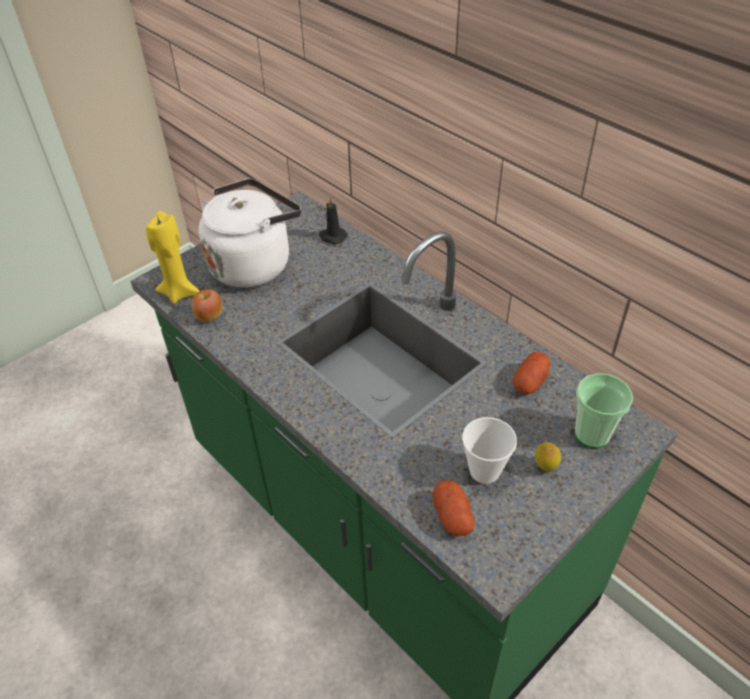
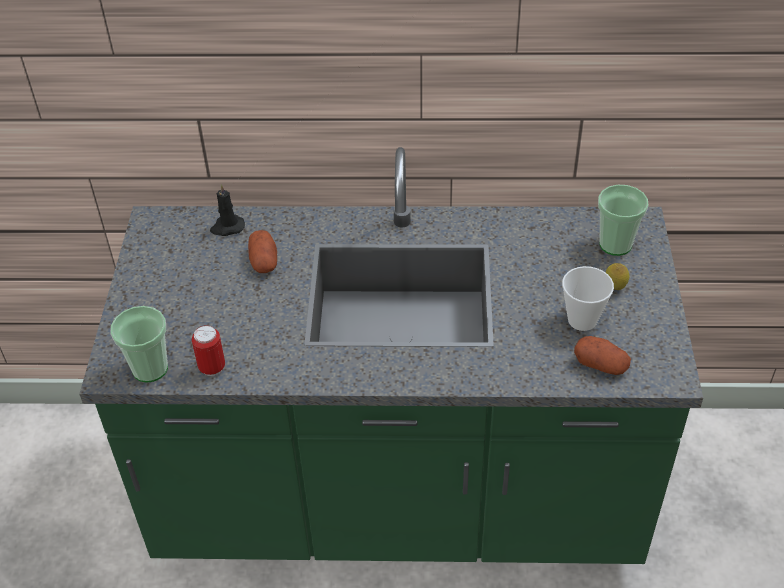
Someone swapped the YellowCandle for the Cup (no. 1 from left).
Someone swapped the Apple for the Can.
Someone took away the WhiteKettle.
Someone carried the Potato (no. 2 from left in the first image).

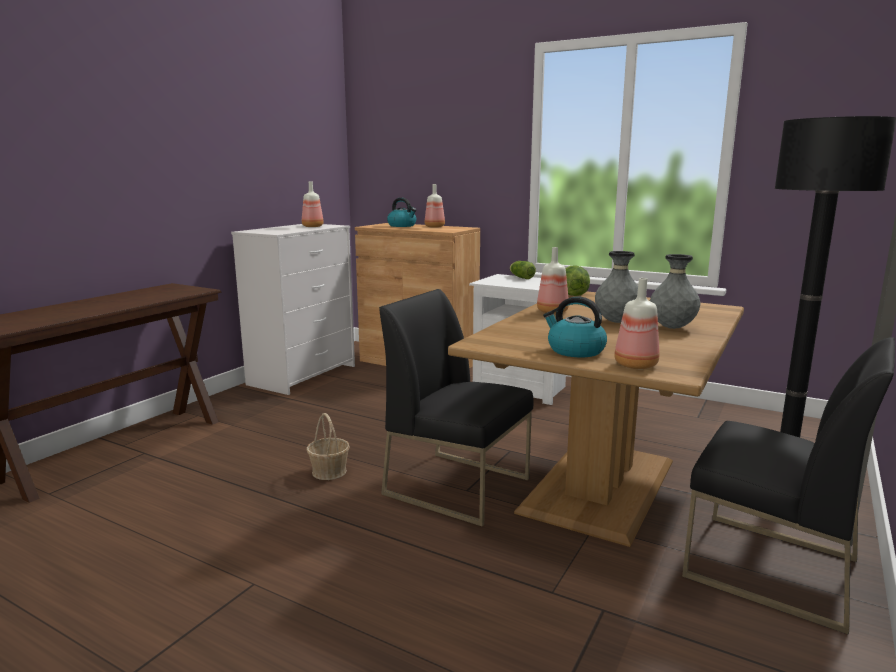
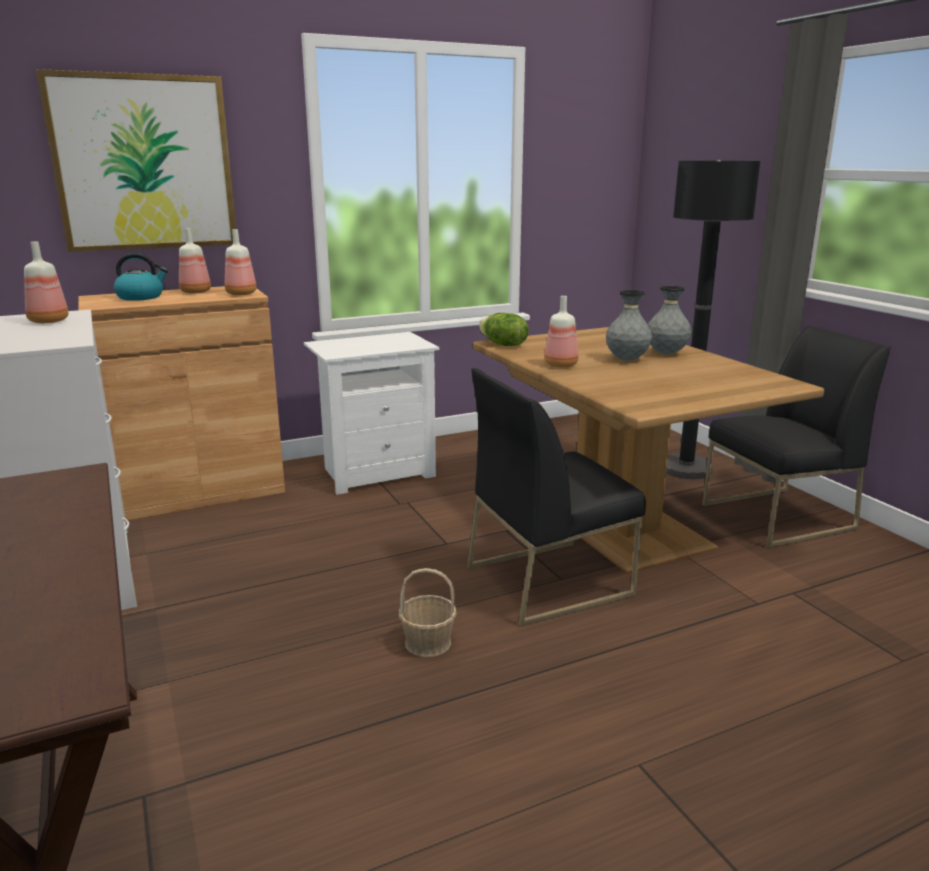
Someone took away the Lettuce (no. 1 from left).
Someone took away the Kettle (no. 2 from left).
Someone carried the Bottle (no. 4 from left in the first image).
Someone put up the Picture.

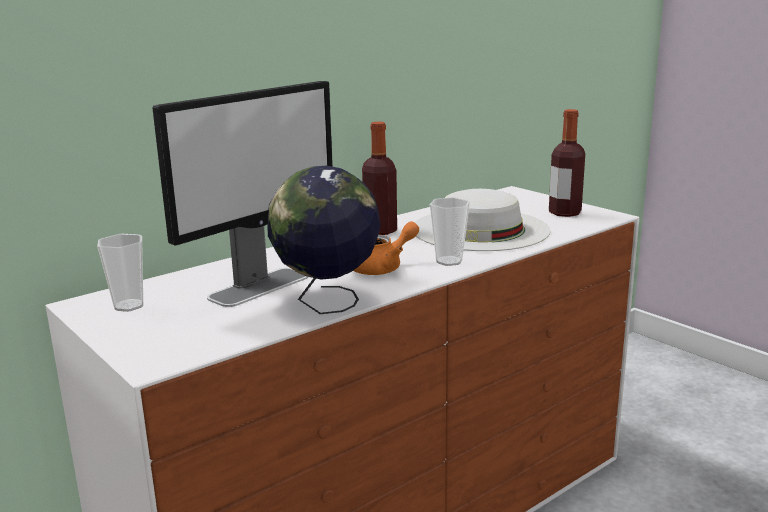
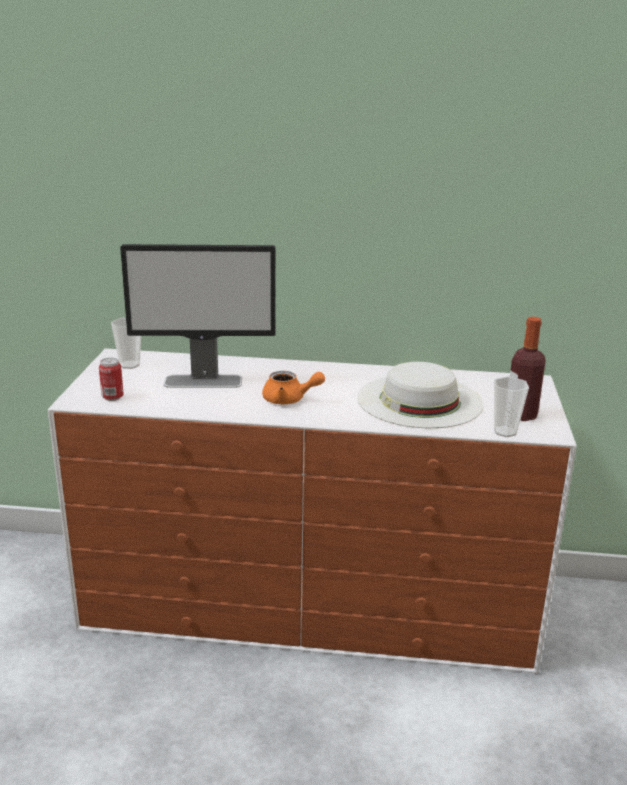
Someone took away the Globe.
Someone took away the Bottle (no. 1 from left).
Someone carried the Cup (no. 2 from left).
Someone put down the Can.

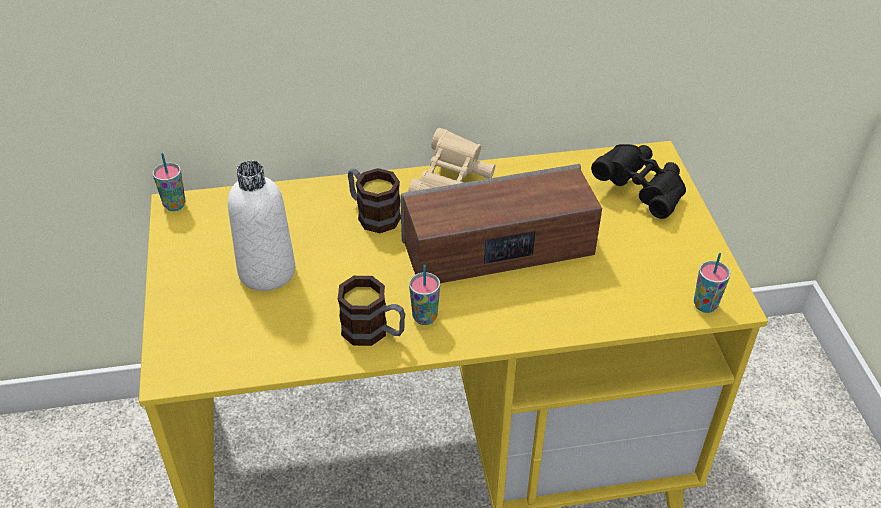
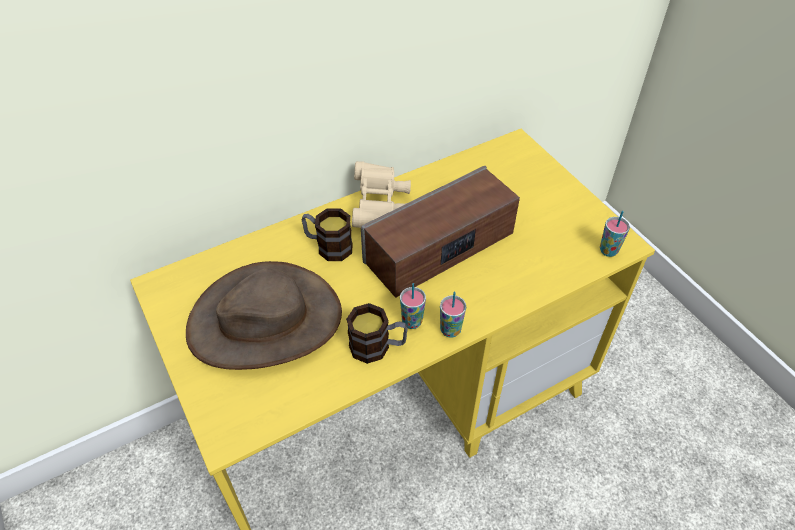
Someone carried the Cup (no. 1 from left in the first image).
Someone swapped the WhiteBottle for the BrownHat.
Someone took away the BlackBinoculars.

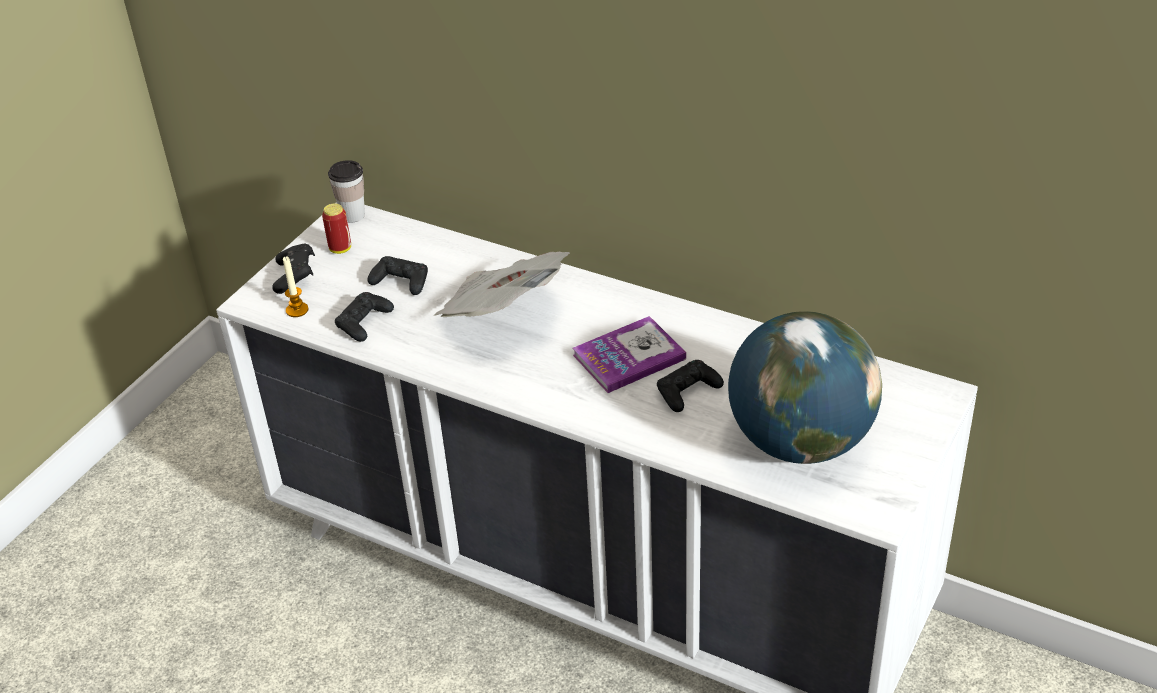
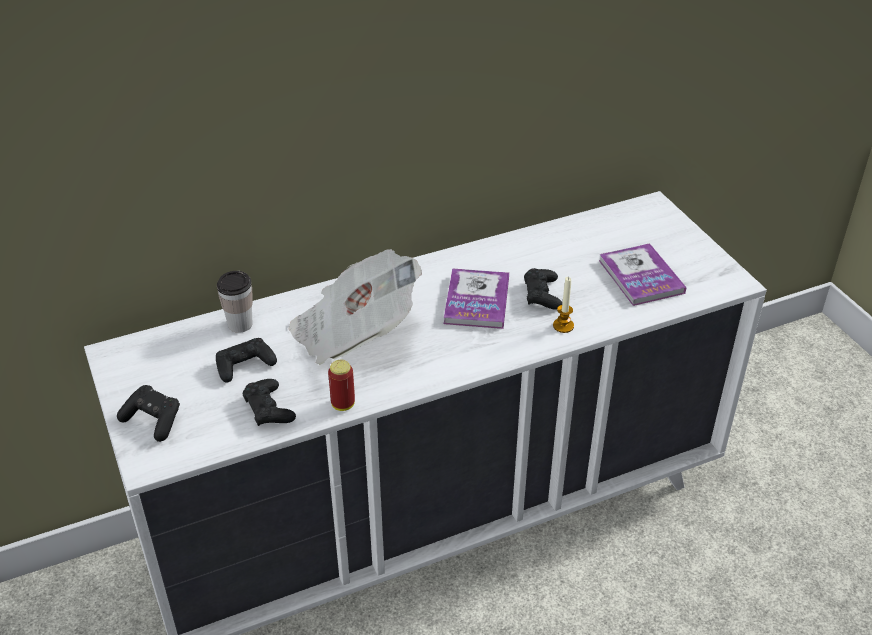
Someone carried the Candle.
Someone carried the Can.
Someone carried the Cup.
Someone swapped the Globe for the Book (no. 2 from left).

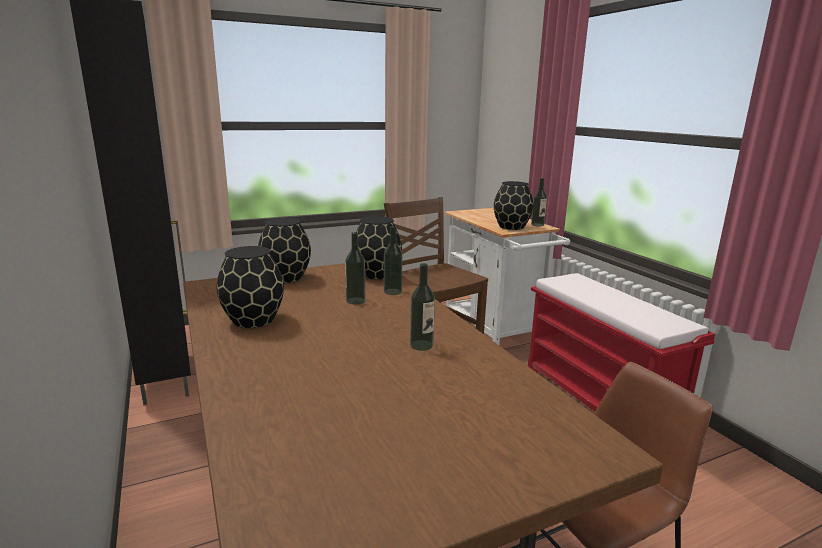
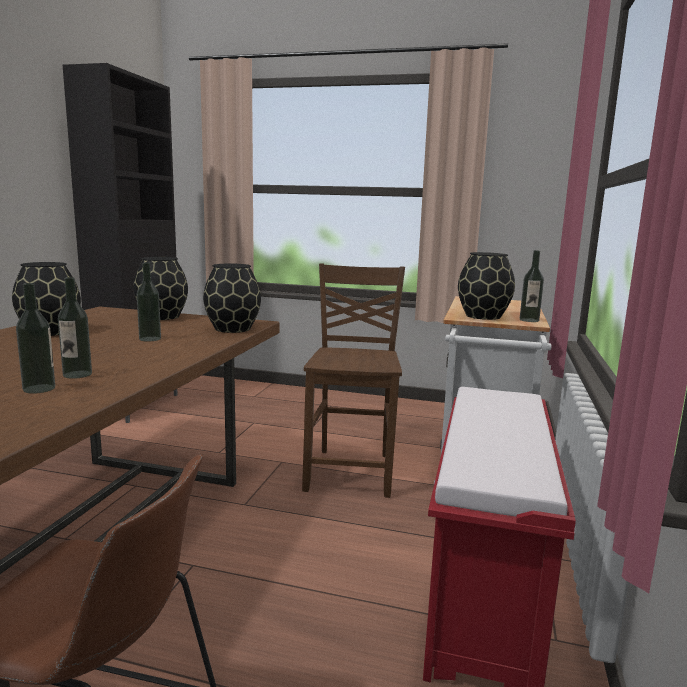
Someone carried the Bottle (no. 2 from left in the first image).

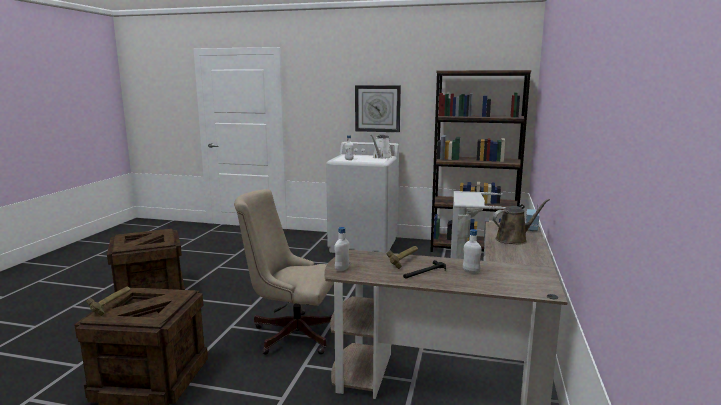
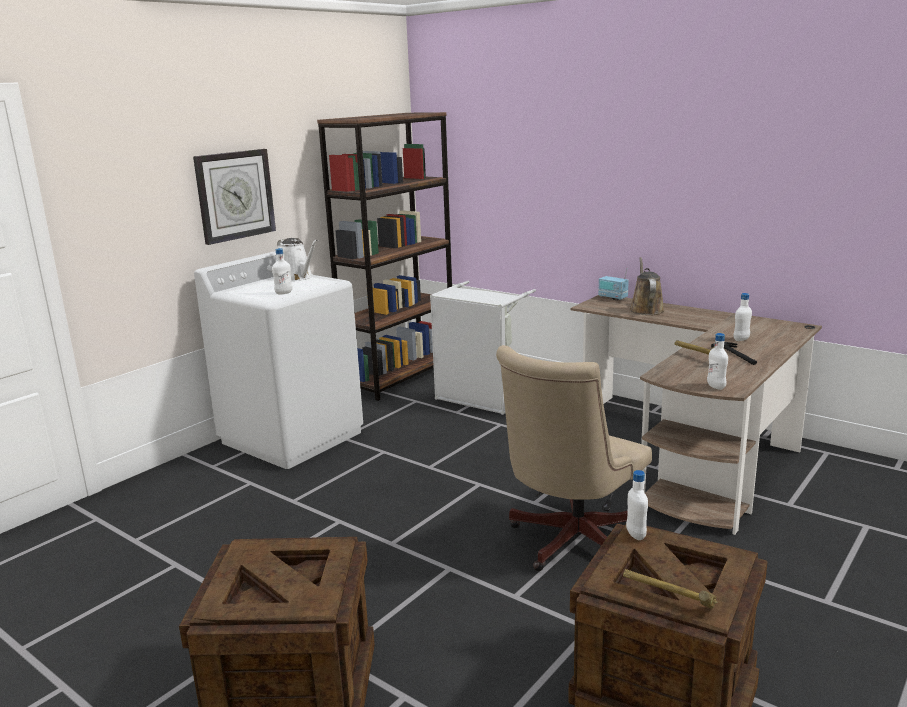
Someone put down the WhiteBottle (no. 2 from left).

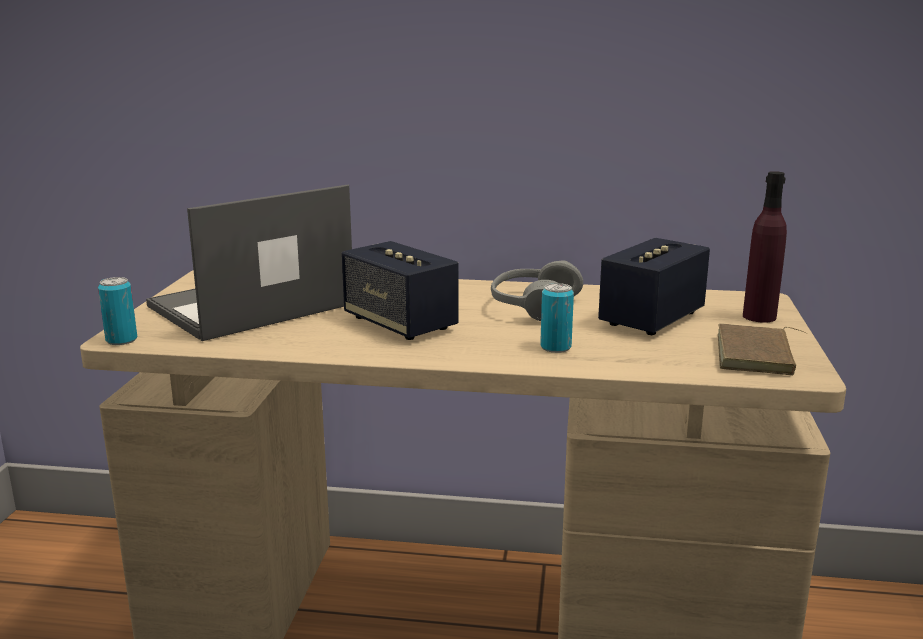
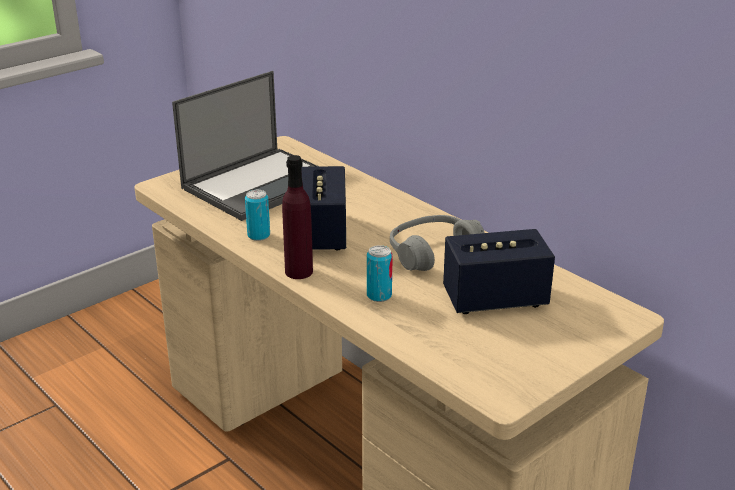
Someone carried the Can (no. 1 from left).
Someone rotated the Laptop by 135 degrees clockwise.
Someone took away the BrownBook.
Someone carried the PurpleBottle.

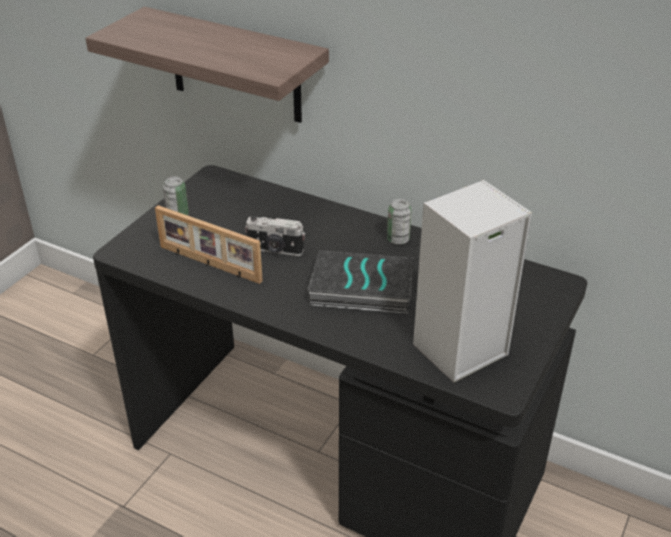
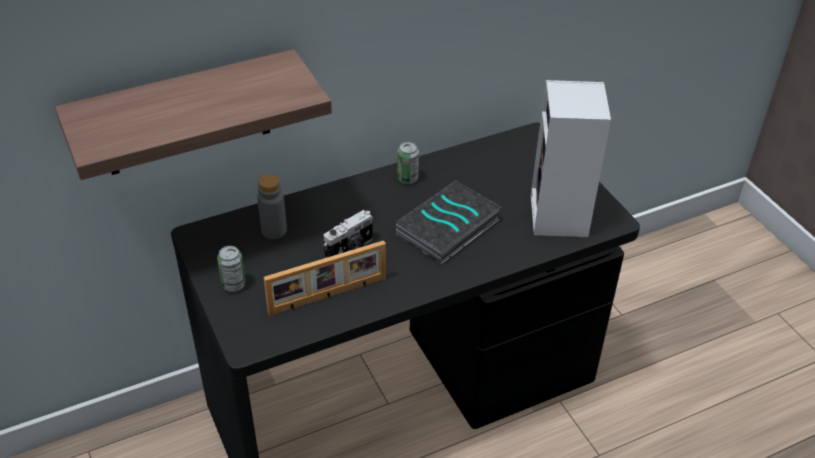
Someone put down the GreyBottle.

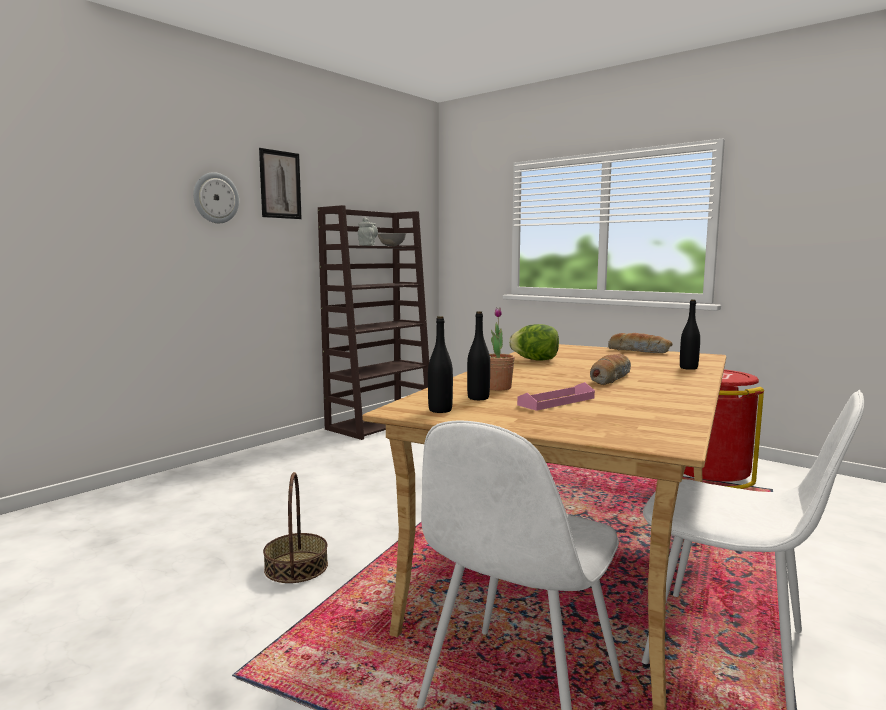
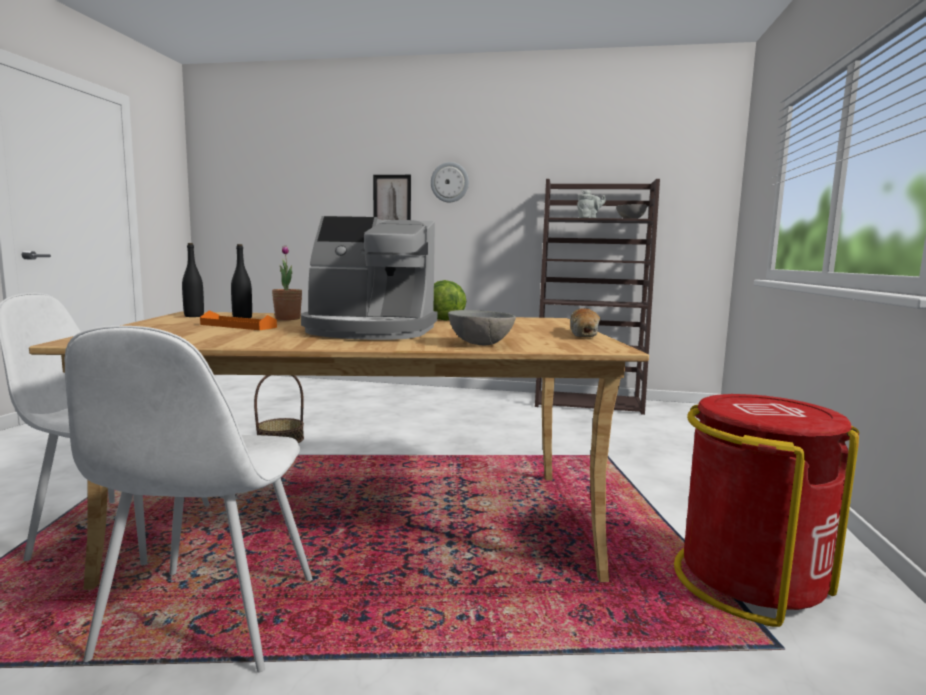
Someone carried the Picture.
Someone repainted the PinkTray, which became the OrangeTray.
Someone swapped the Bread (no. 1 from left) for the CoffeeMachine.
Someone swapped the BlackBottle (no. 3 from left) for the GreyBowl (no. 1 from left).

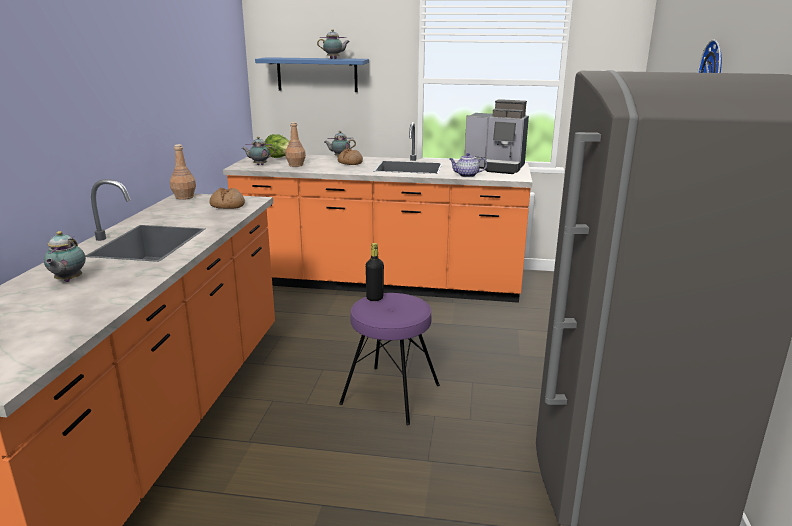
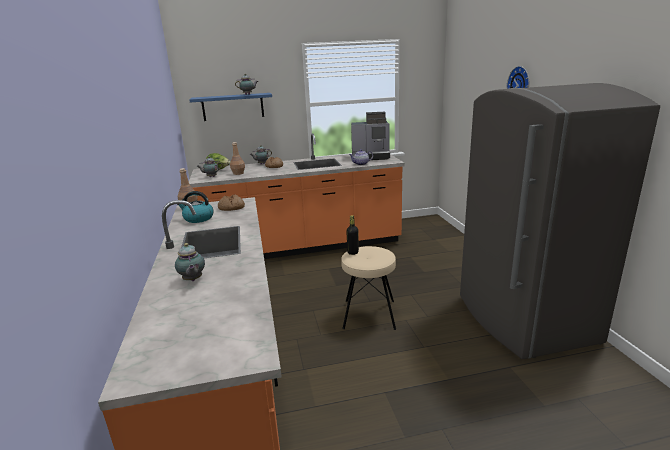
Someone repainted the PurpleStool, which became the BeigeStool.
Someone put down the Kettle.

